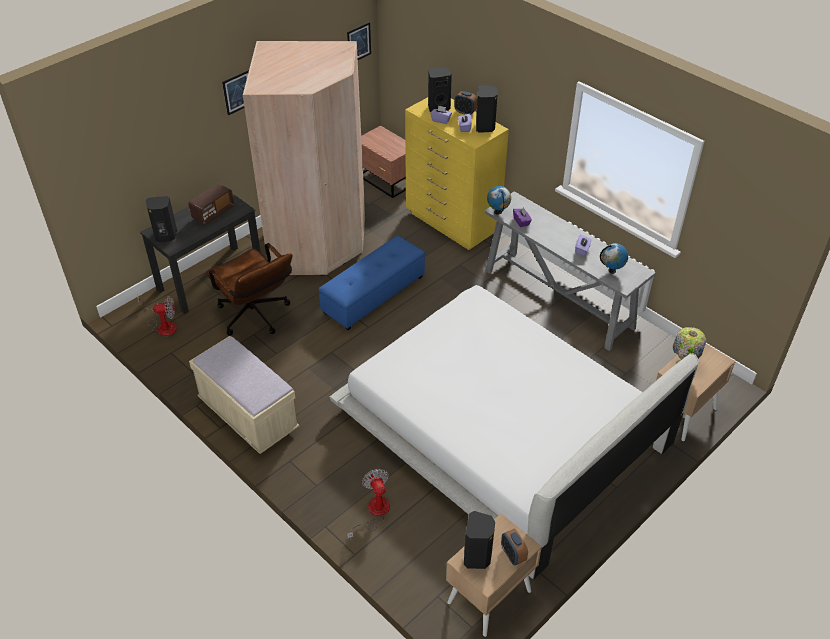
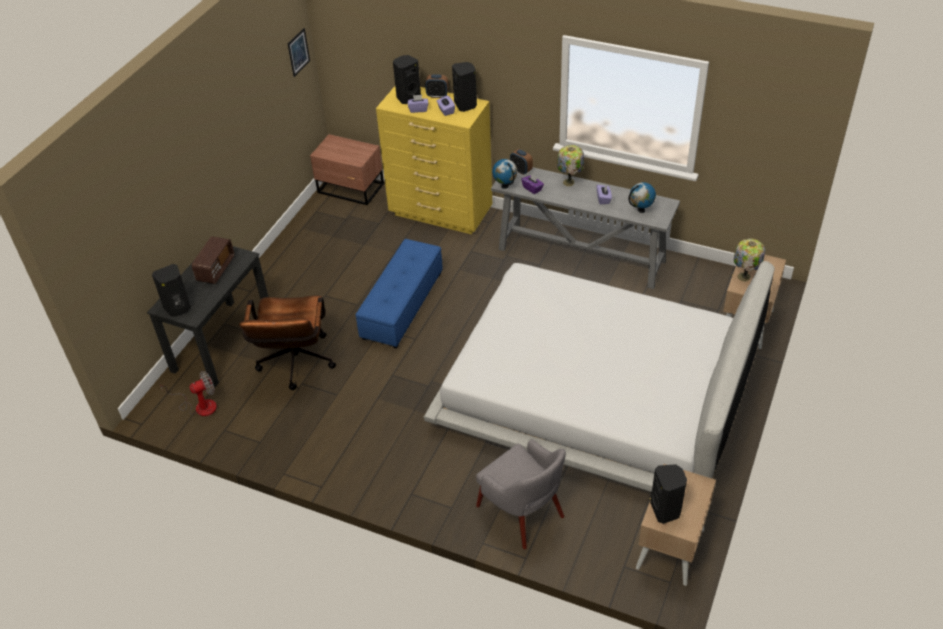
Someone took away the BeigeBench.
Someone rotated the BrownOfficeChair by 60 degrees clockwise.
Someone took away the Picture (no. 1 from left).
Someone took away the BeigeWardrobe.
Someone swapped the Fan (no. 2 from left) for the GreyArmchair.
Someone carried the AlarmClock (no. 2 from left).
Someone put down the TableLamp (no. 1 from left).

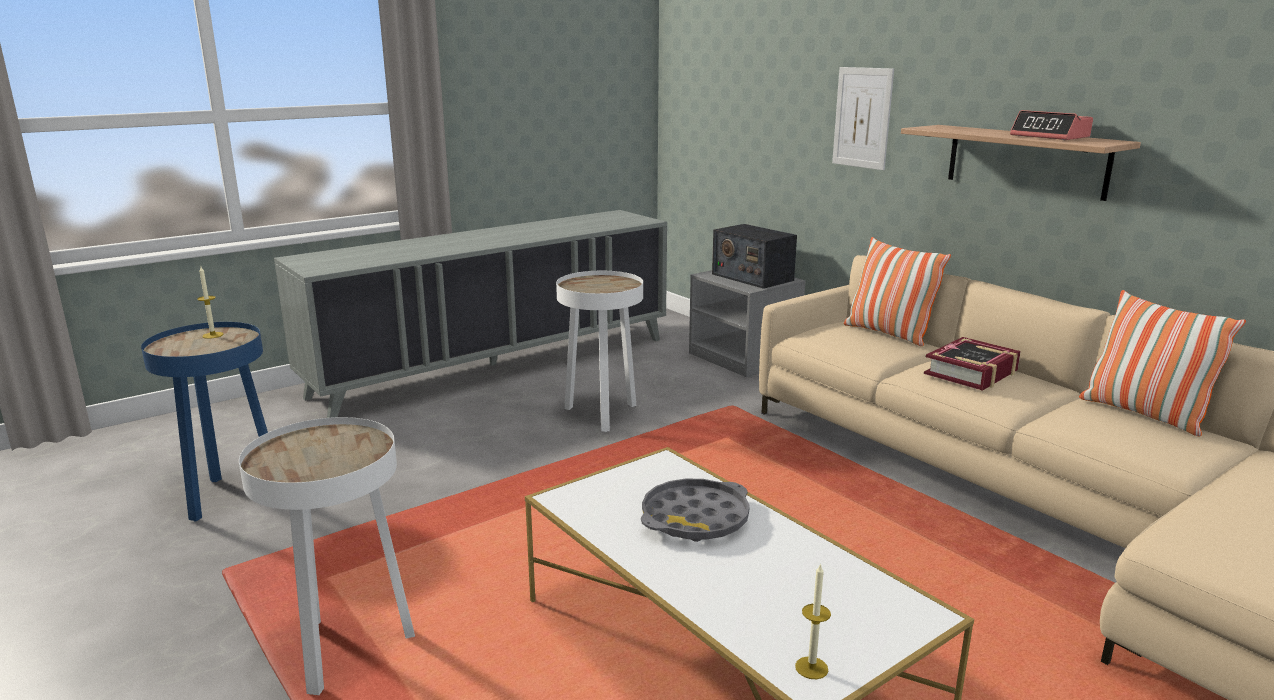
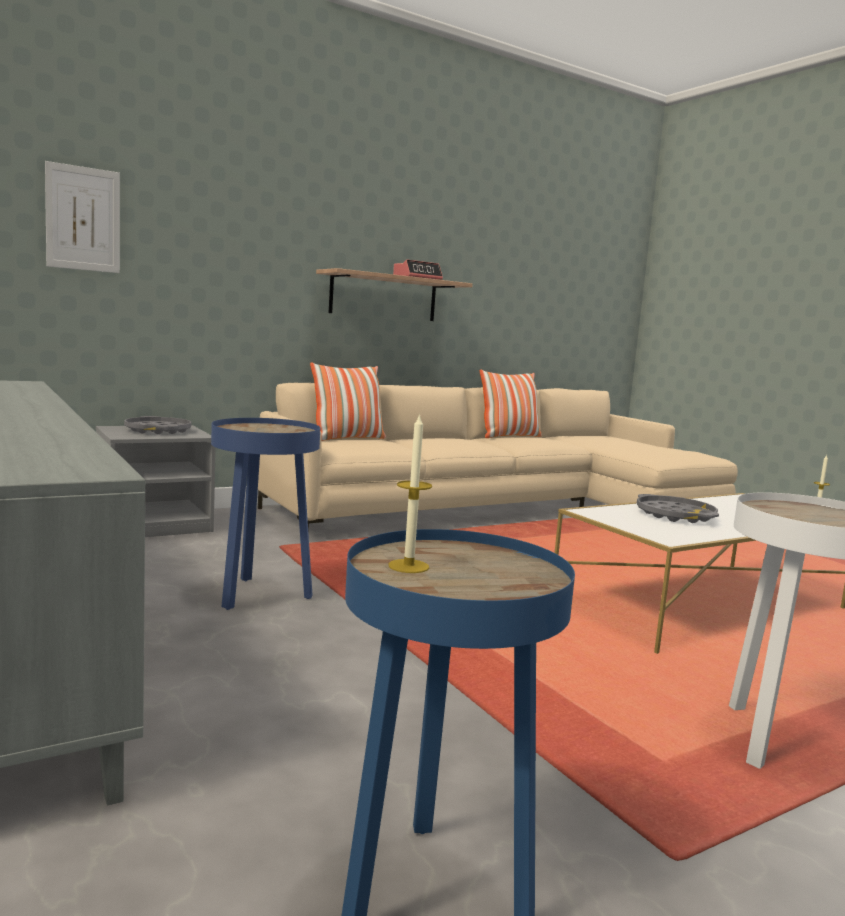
Someone repainted the WhiteSideTable (no. 2 from left), which became the BlueSideTable (no. 1 from left).
Someone swapped the Radio for the GreyTray (no. 1 from left).
Someone carried the Picture.
Someone took away the Book.

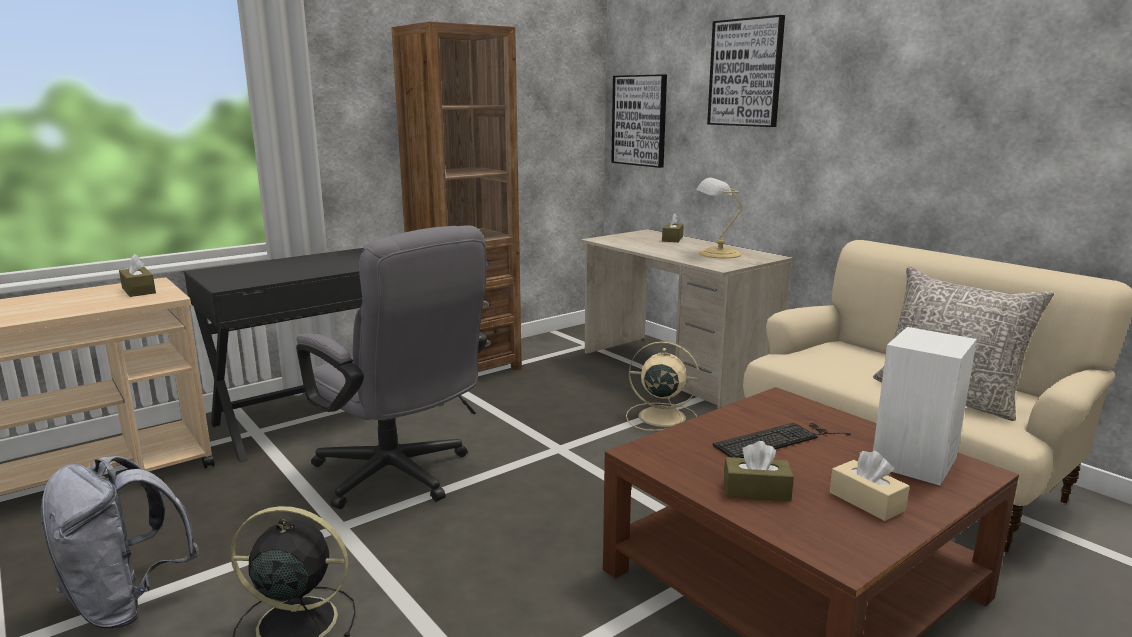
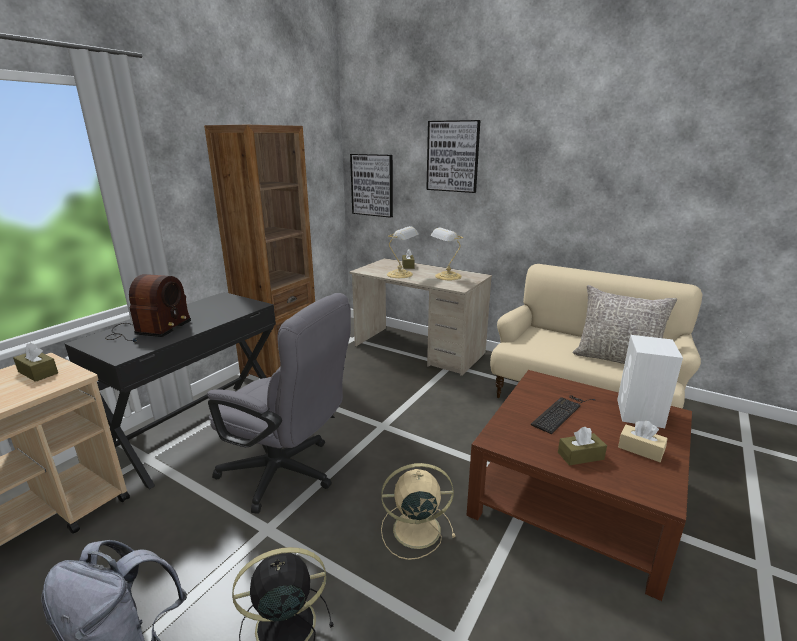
Someone carried the BeigeFan.
Someone put down the Radio.
Someone put down the TableLamp (no. 1 from left).

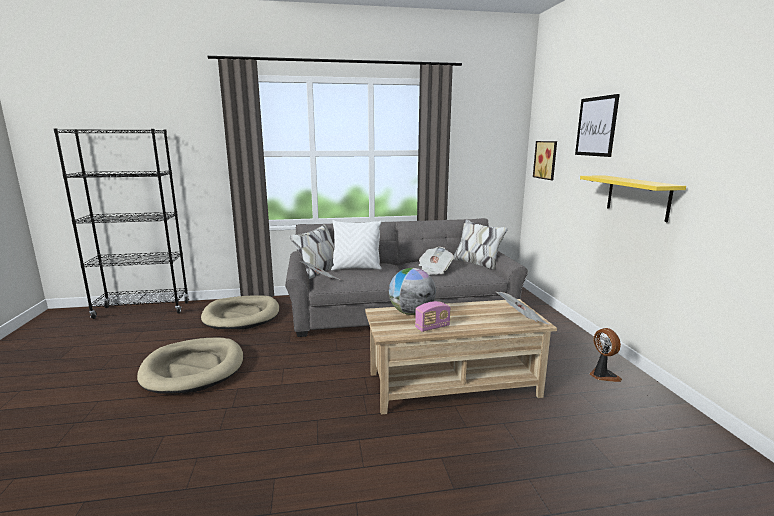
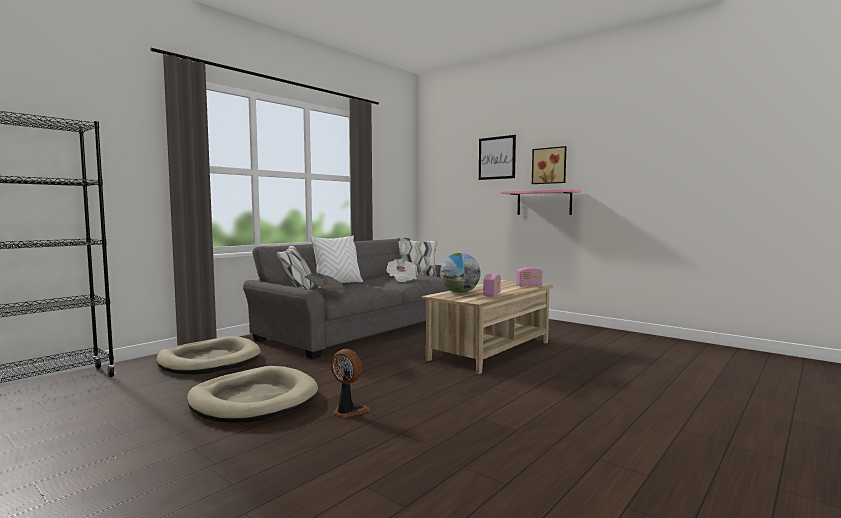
Someone swapped the Newspaper (no. 3 from left) for the Radio (no. 2 from left).
Someone carried the Picture (no. 1 from left in the first image).
Someone repainted the YellowShelf, which became the PinkShelf.
Someone carried the Fan.

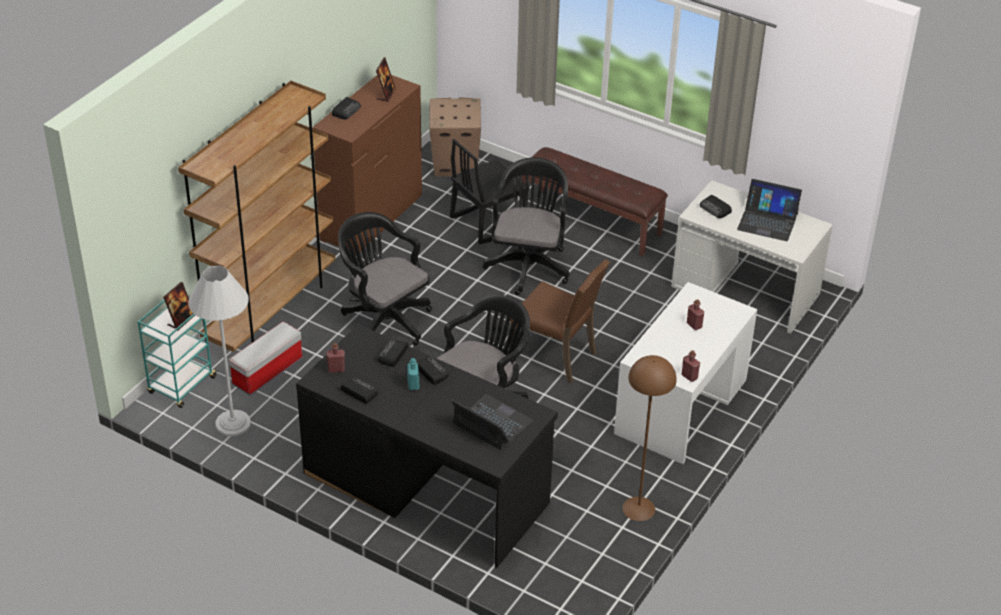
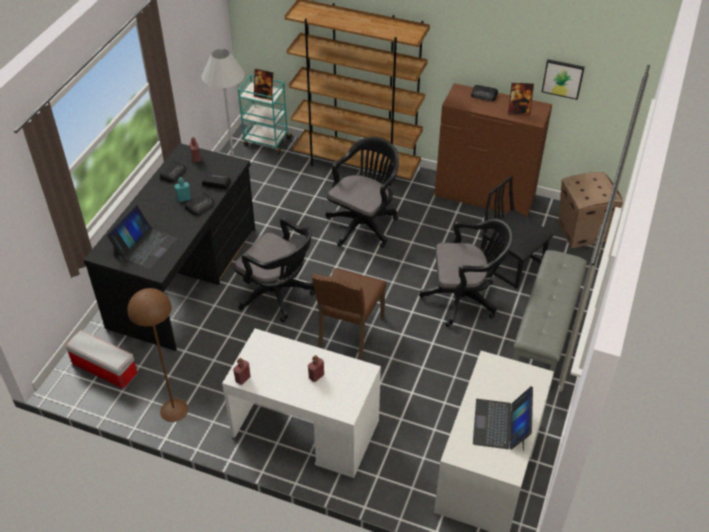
Someone carried the StorageBox.
Someone repainted the BrownBench, which became the GreyBench.
Someone took away the Radio (no. 5 from left).
Someone put up the Picture.

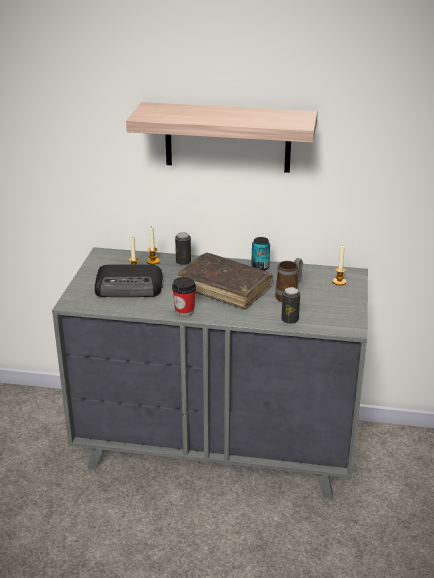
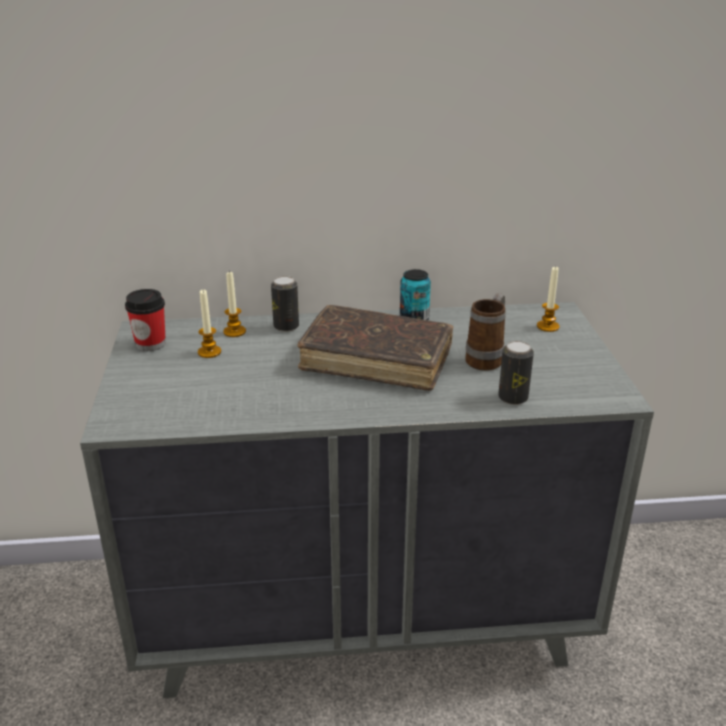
Someone took away the Radio.
Someone took away the Shelf.
Someone carried the Cup.

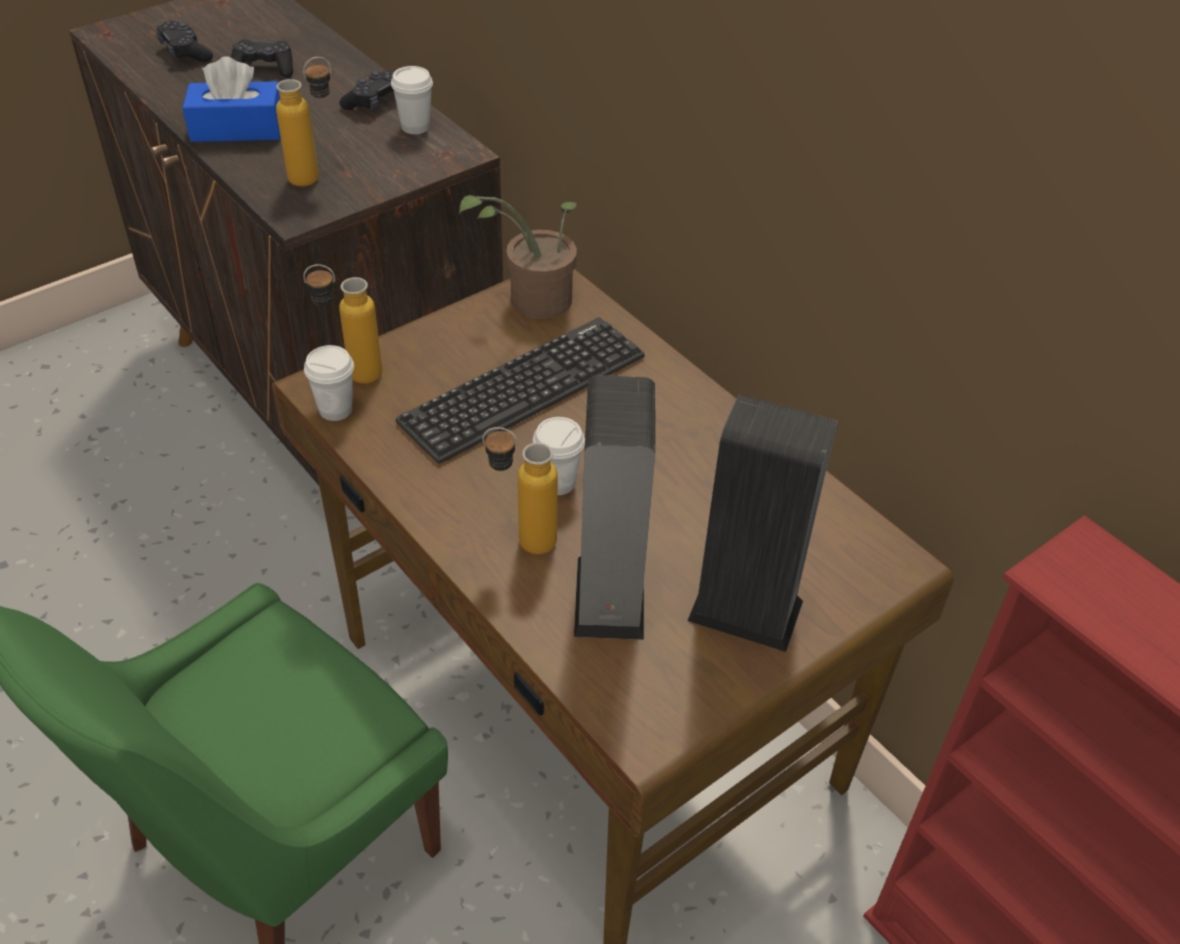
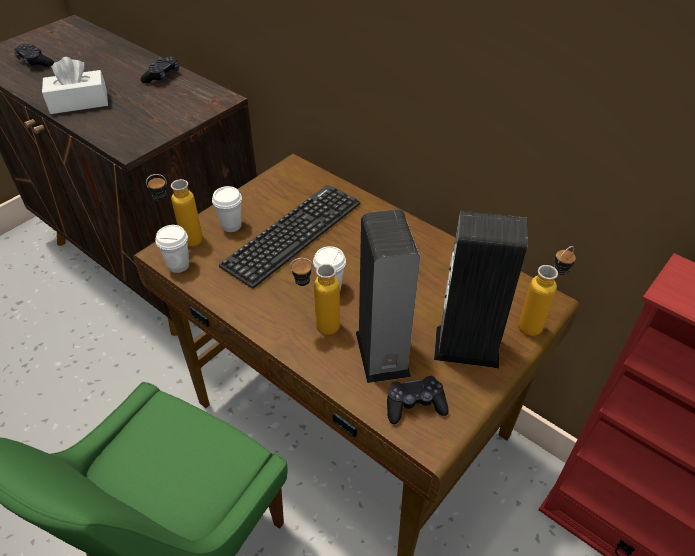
Someone repainted the BlueTissueBox, which became the WhiteTissueBox.
Someone carried the BlackGameController (no. 2 from left in the first image).
Someone carried the Bottle (no. 1 from left in the first image).
Someone carried the WhiteCup (no. 2 from left).
Someone took away the PottedPlant.

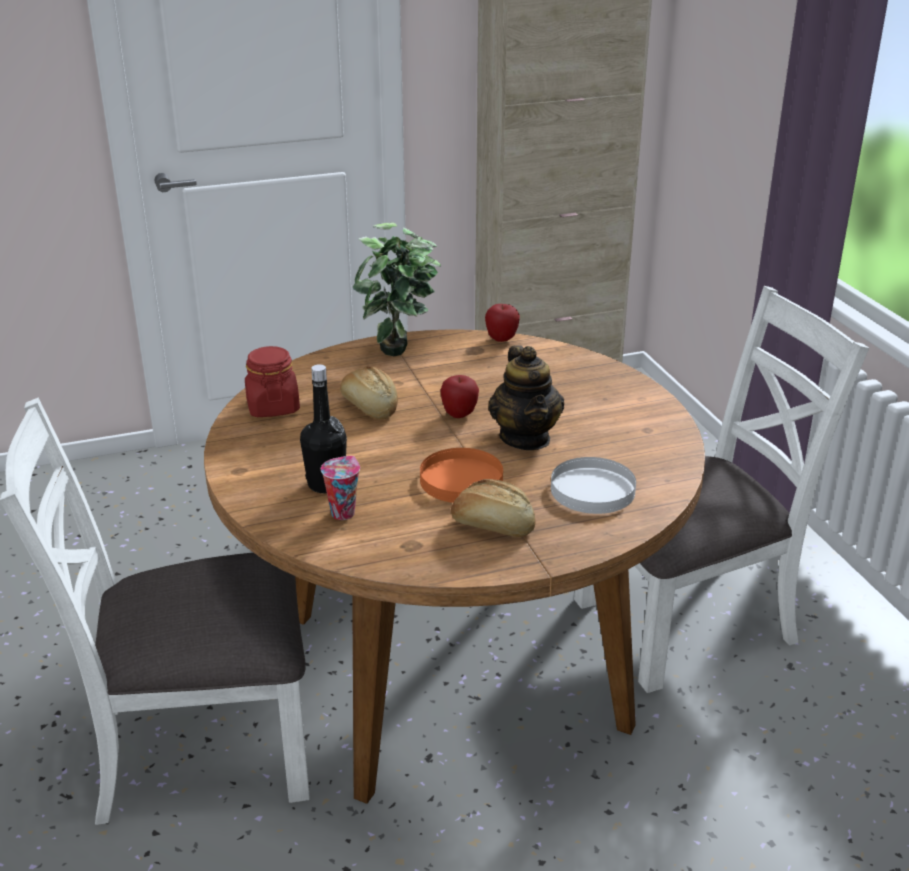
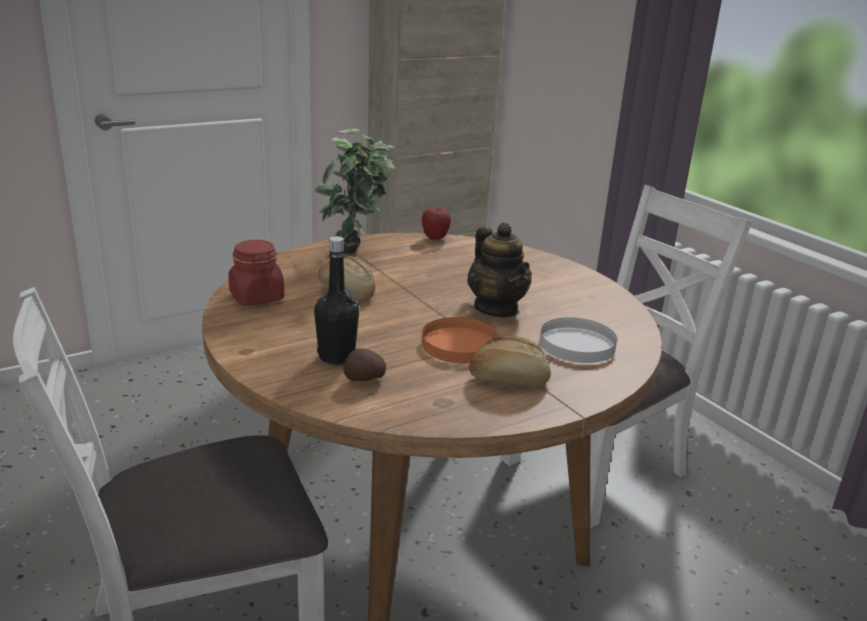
Someone swapped the Cup for the Potato.
Someone took away the Apple (no. 1 from left).

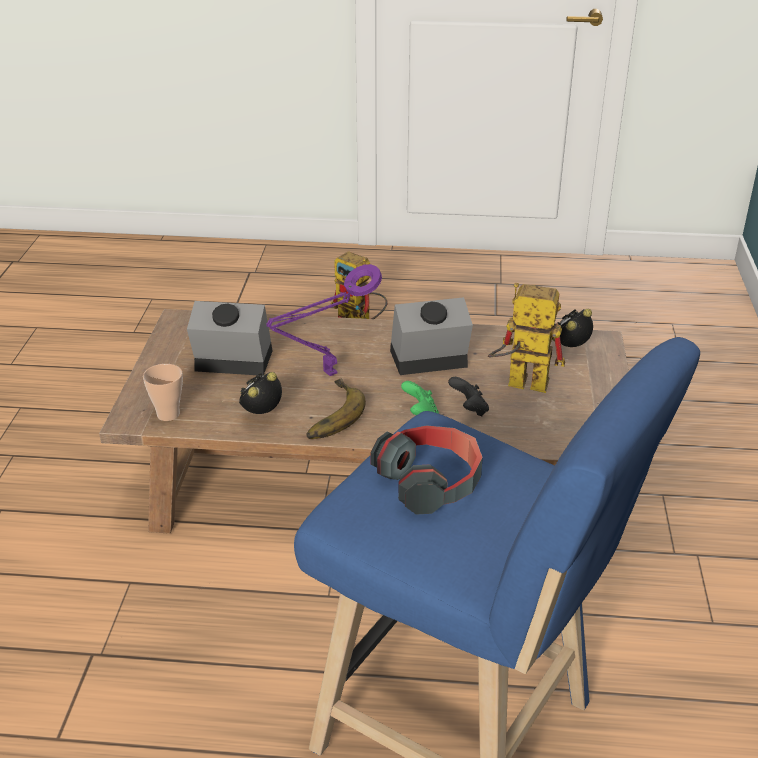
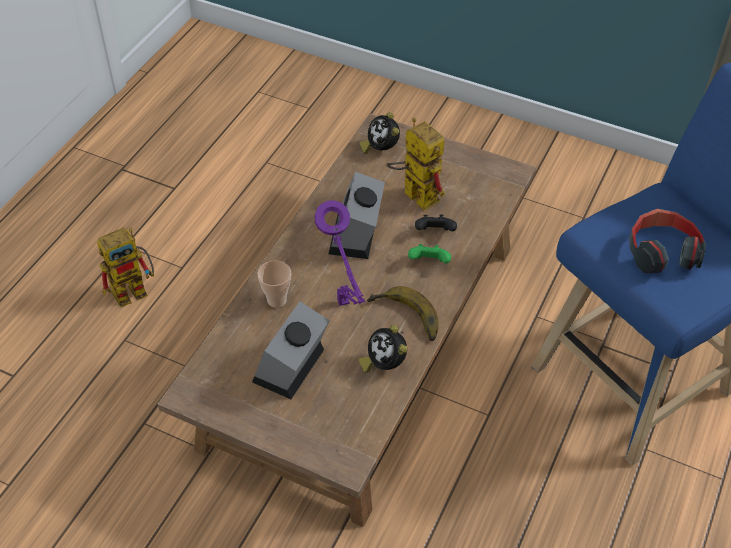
Someone carried the Cup.
Someone rotated the ToyRobot (no. 2 from left) by 105 degrees clockwise.

